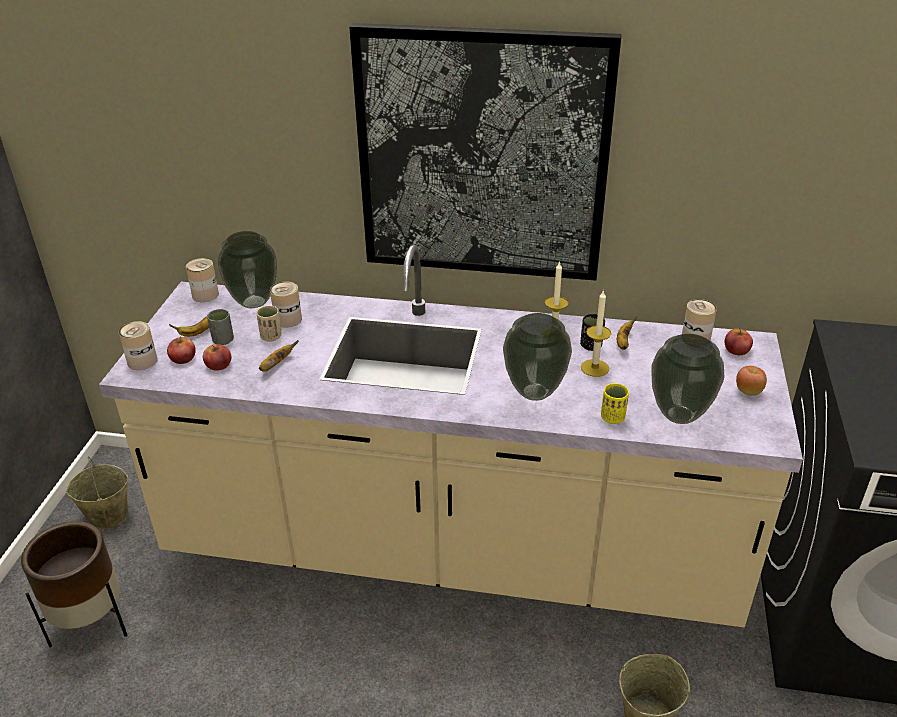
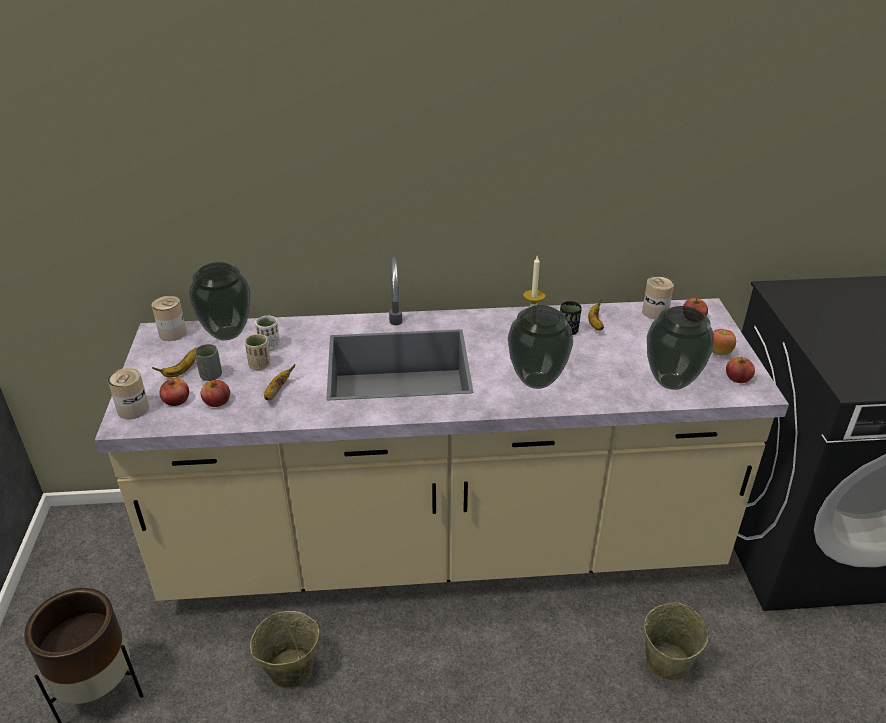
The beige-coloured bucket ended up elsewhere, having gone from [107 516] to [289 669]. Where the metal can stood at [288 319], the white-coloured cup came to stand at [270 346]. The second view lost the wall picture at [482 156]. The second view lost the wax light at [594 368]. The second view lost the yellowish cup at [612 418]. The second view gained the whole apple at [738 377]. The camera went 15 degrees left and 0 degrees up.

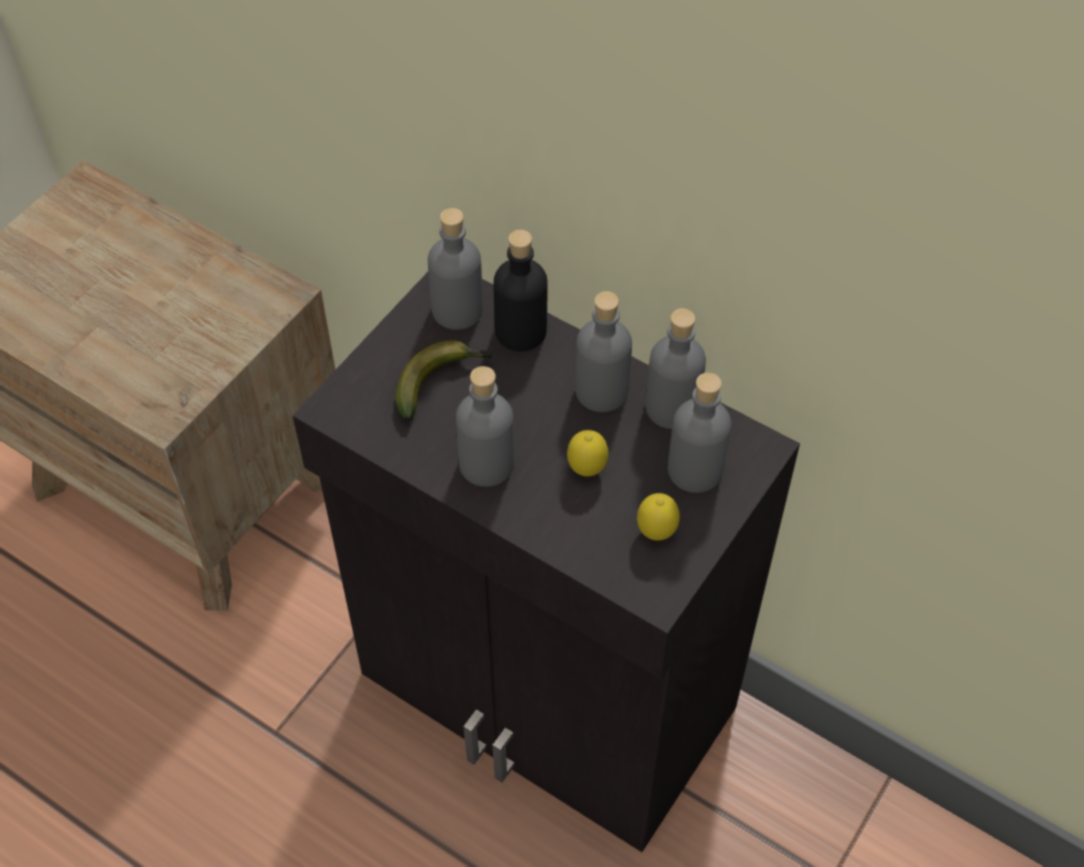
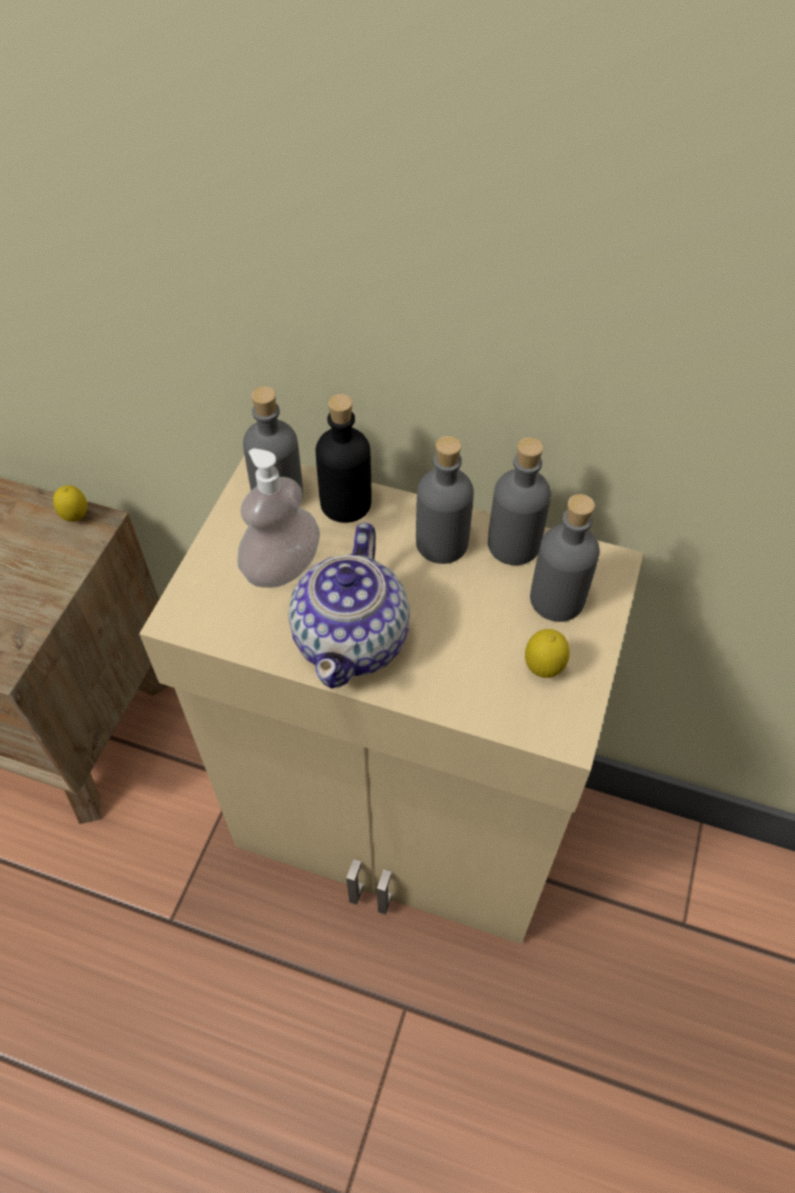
What was the black storage cabinet at [546 696] turned into the beige-coloured storage cabinet at [400 826]. Where the banana stood at [441 382], the liquid soap bottle came to stand at [282 567]. Where the greyish beverage bottle stood at [486 464], the teapot came to stand at [353 639]. The whole lemon ended up elsewhere, having gone from [587 470] to [76 518]. The camera went 15 degrees left and 0 degrees up.

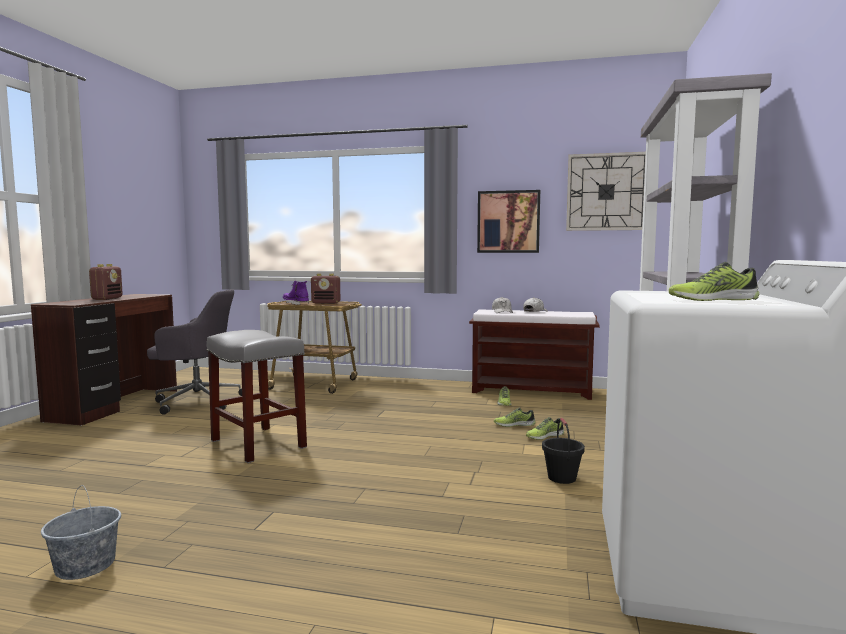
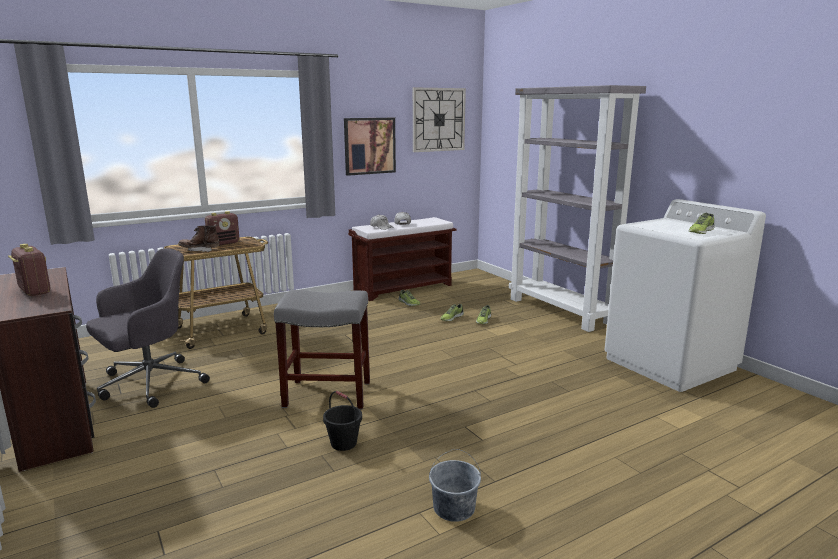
What was the purple high-top boot at [295 304] turned into the brownish high-top boot at [200 250]. The black bucket ended up elsewhere, having gone from [562 478] to [344 443]. The camera went 45 degrees left and 10 degrees up.

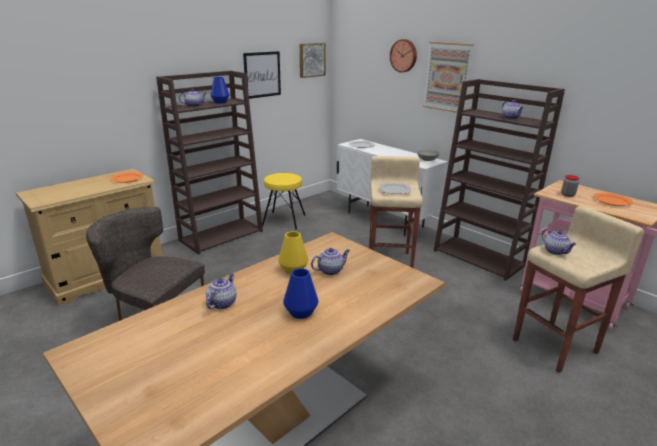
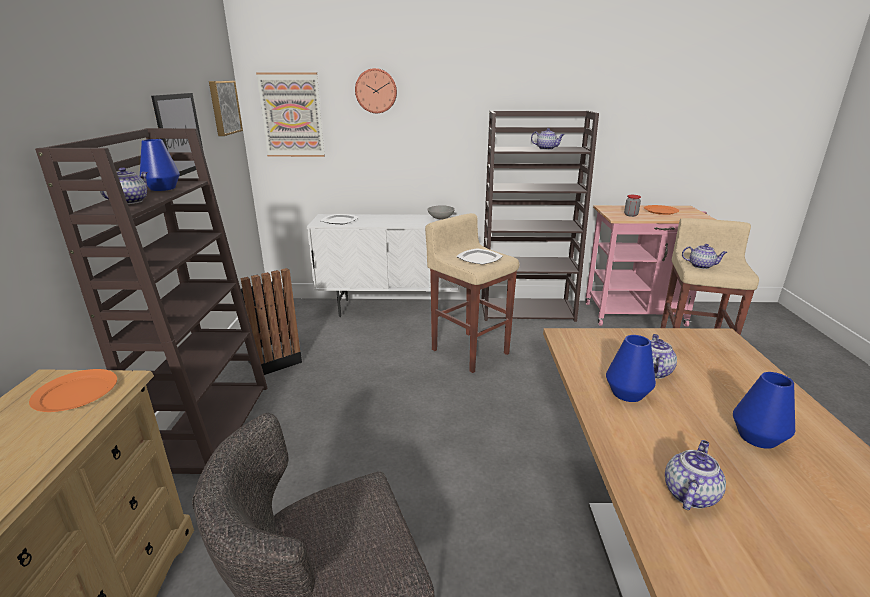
The teapot at [222 303] ended up facing another way, 60 degrees clockwise from before. Where the yellowish stool seat stood at [283 220], the black waste bin came to stand at [273 360]. What was the yellowish vase at [293 269] turned into the blue vase at [627 393]. The wall picture ended up elsewhere, having gone from [447 77] to [292 115]. The camera went 45 degrees left and 0 degrees up.

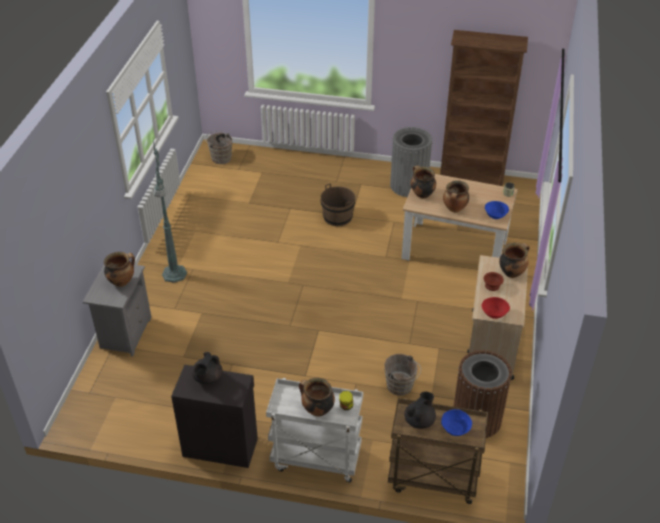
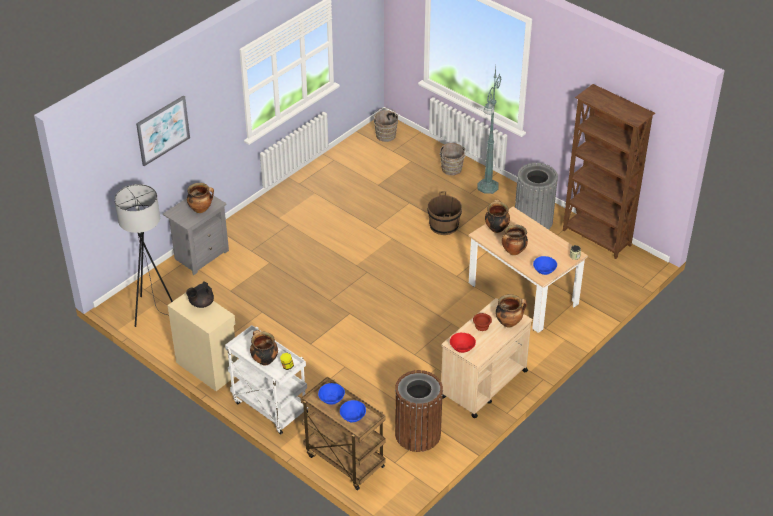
The greenish standard lamp ended up elsewhere, having gone from [174 275] to [487 187]. What was the black storage cabinet at [220 446] turned into the beige-coloured storage cabinet at [207 367]. The brownish bucket ended up elsewhere, having gone from [401 387] to [452 170]. Where the black teapot stood at [419 420], the blue deep dish came to stand at [331 399]. The second view gained the greyish standard lamp at [155 311]. The second view gained the wall picture at [163 130]. The camera went 30 degrees right and 0 degrees up.

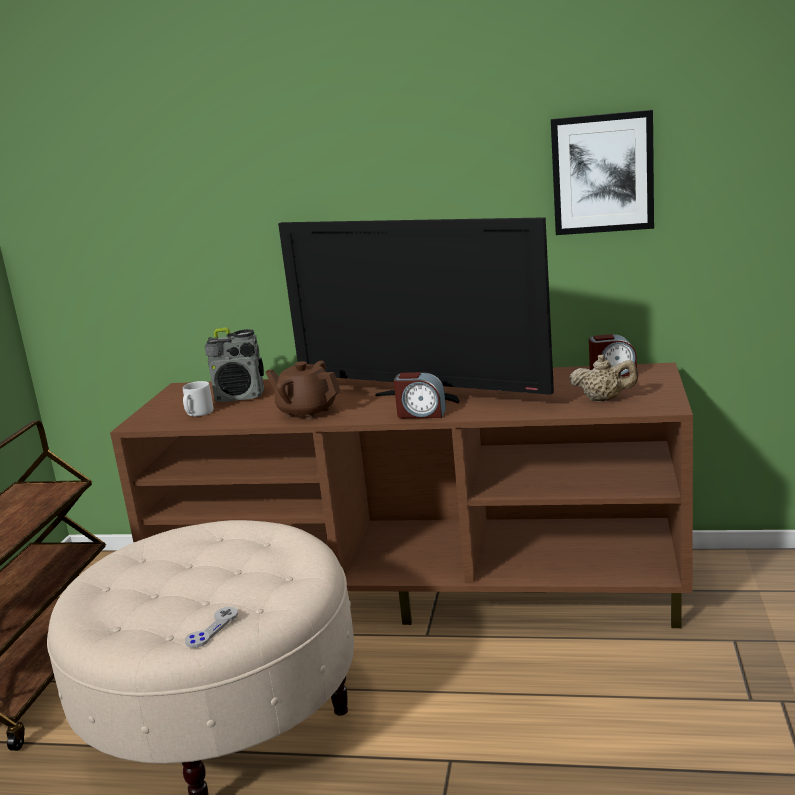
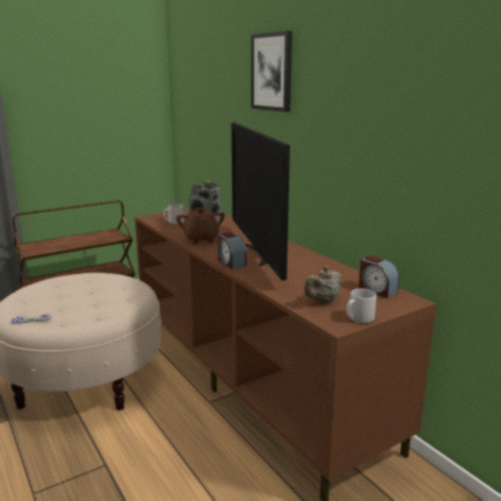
The wall picture ended up elsewhere, having gone from [602 173] to [272 72]. The beige-coloured teapot at [604 399] ended up facing another way, 75 degrees clockwise from before. The second view gained the greyish tea mug at [358 318]. The camera went 45 degrees right and 0 degrees up.

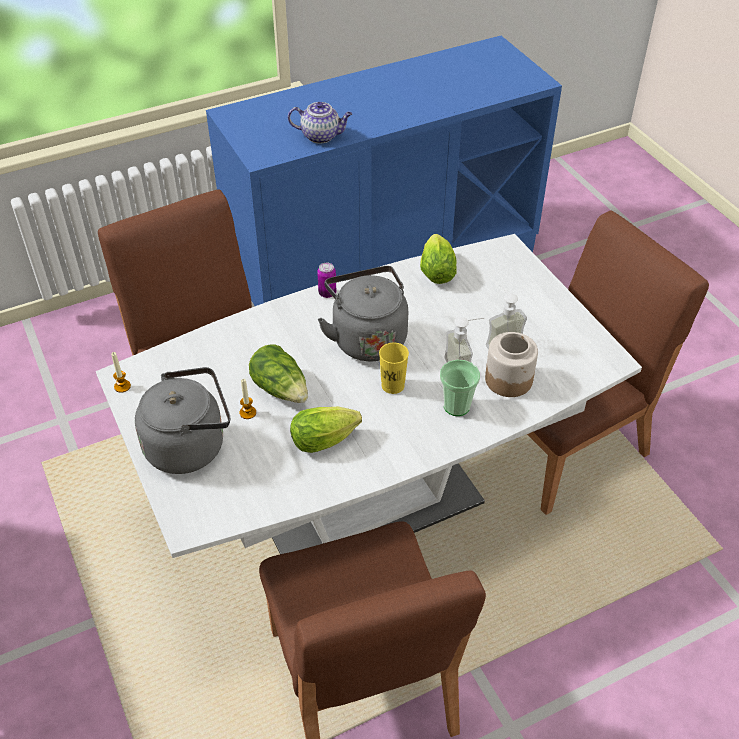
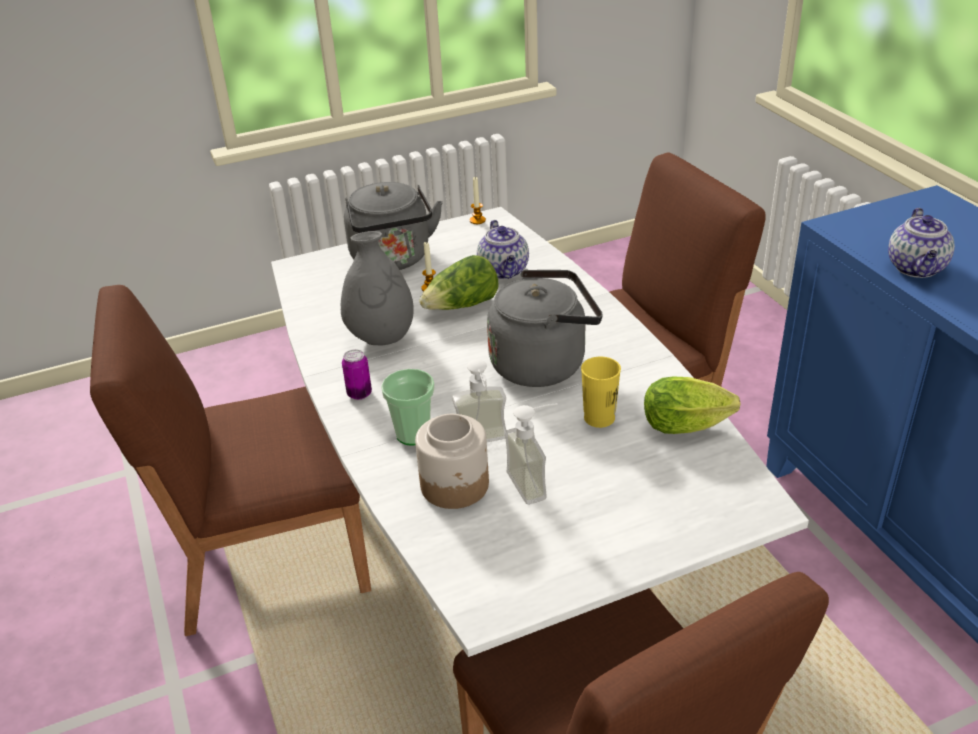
Where the lettuce stood at [327 439], the greyish vase came to stand at [381 338]. The metal can ended up elsewhere, having gone from [327 293] to [359 394]. The yellowish cup ended up elsewhere, having gone from [393 385] to [599 418]. The second view gained the teapot at [504 271]. The camera went 95 degrees right and 10 degrees down.

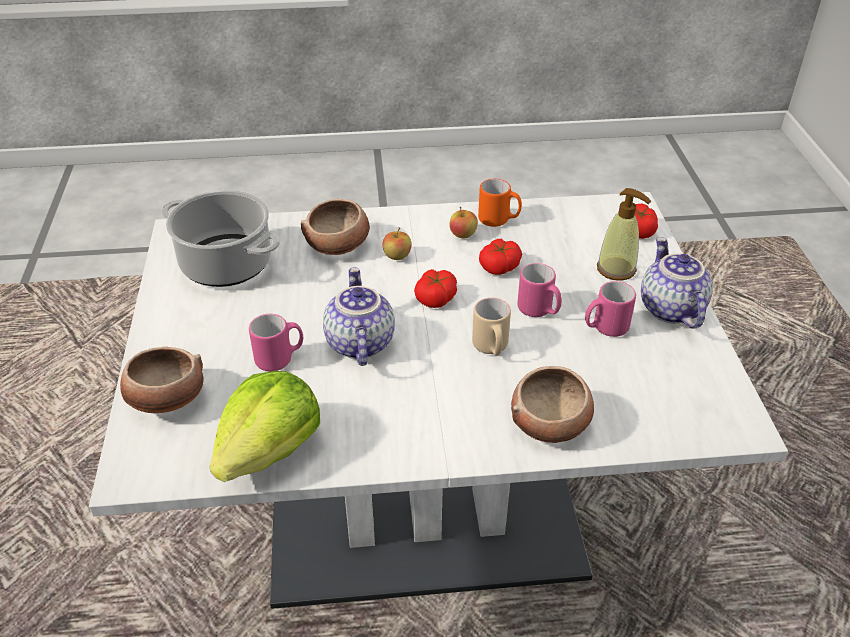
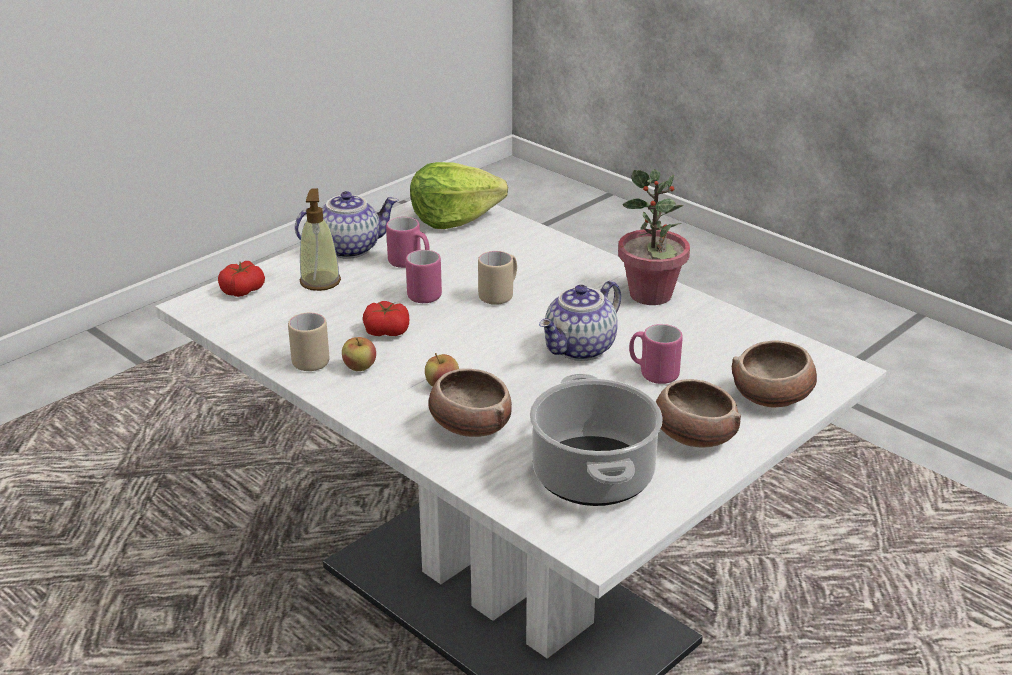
The lettuce ended up elsewhere, having gone from [270 449] to [454 218]. The second view lost the whole tomato at [436 298]. What was the orange-coloured tea mug at [499 220] turned into the beige-coloured tea mug at [308 359]. The deep dish ended up elsewhere, having gone from [550 423] to [692 437]. The teapot at [669 309] ended up facing another way, 150 degrees counterclockwise from before. The second view gained the houseplant at [651 295]. The camera went 130 degrees left and 10 degrees down.

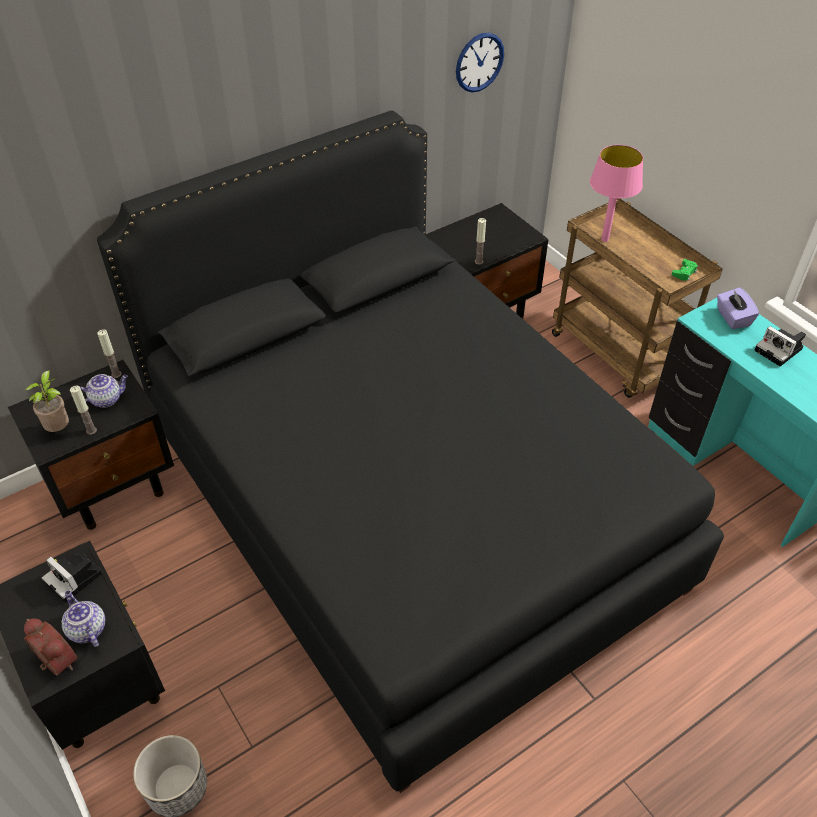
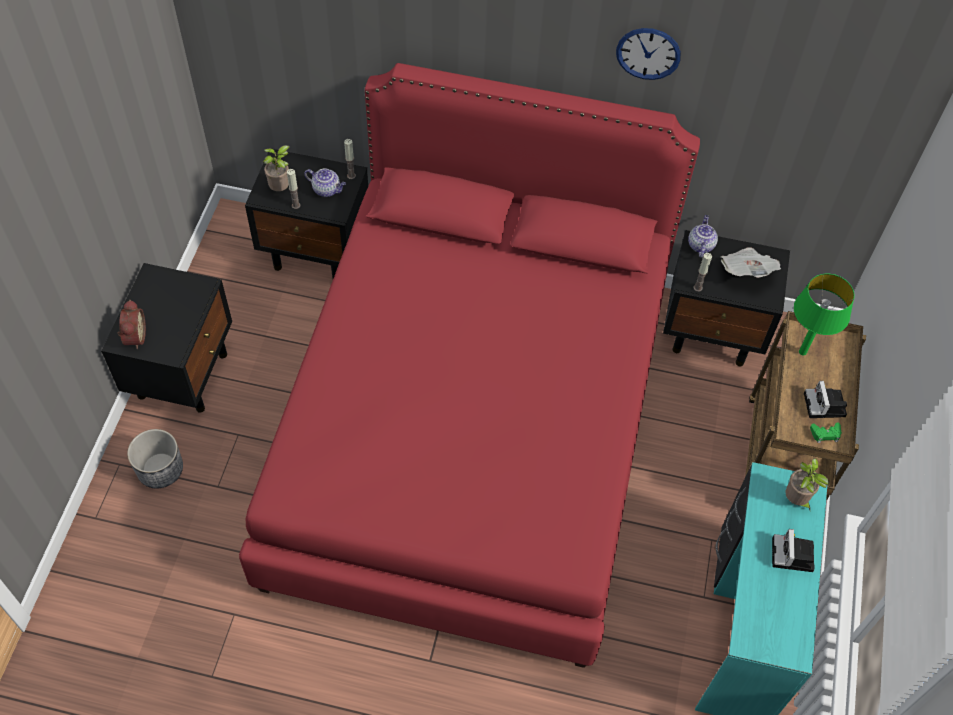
The still camera ended up elsewhere, having gone from [75 578] to [825 406]. The teapot ended up elsewhere, having gone from [87 629] to [700 245]. What was the black bedroom bed at [407 507] turned into the red-coloured bedroom bed at [472 430]. The wall clock ended up elsewhere, having gone from [479 62] to [648 53]. What was the pink lamp for a table at [605 239] turned into the greenish lamp for a table at [803 352]. Where the purple tissue holder stood at [732 318], the houseplant came to stand at [796 500]. The second view gained the printed paper at [746 272]. The camera went 45 degrees right and 10 degrees up.

